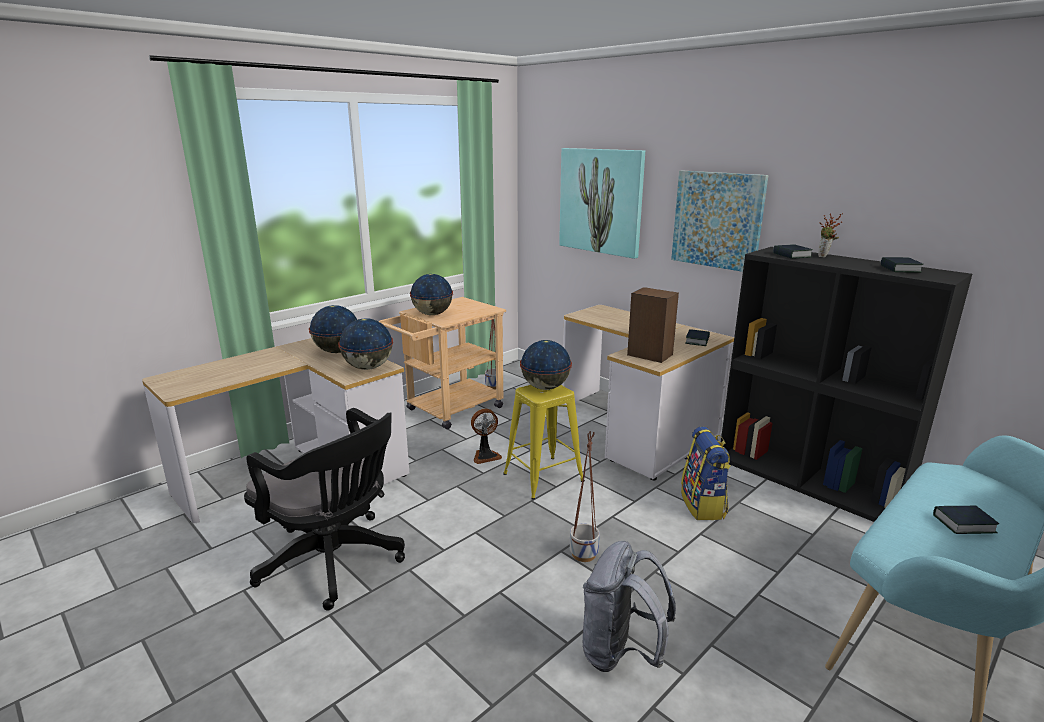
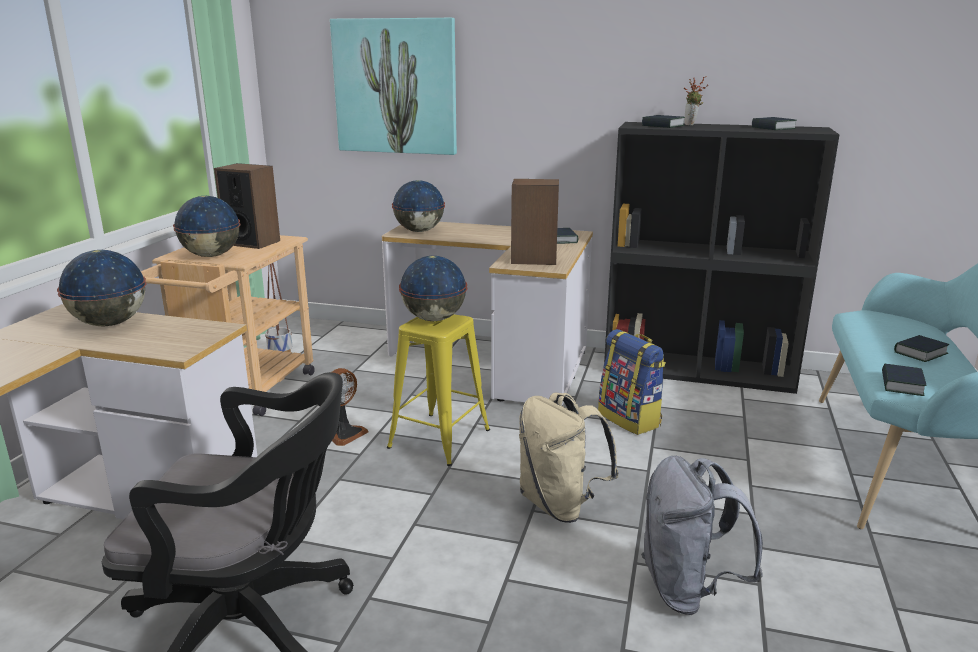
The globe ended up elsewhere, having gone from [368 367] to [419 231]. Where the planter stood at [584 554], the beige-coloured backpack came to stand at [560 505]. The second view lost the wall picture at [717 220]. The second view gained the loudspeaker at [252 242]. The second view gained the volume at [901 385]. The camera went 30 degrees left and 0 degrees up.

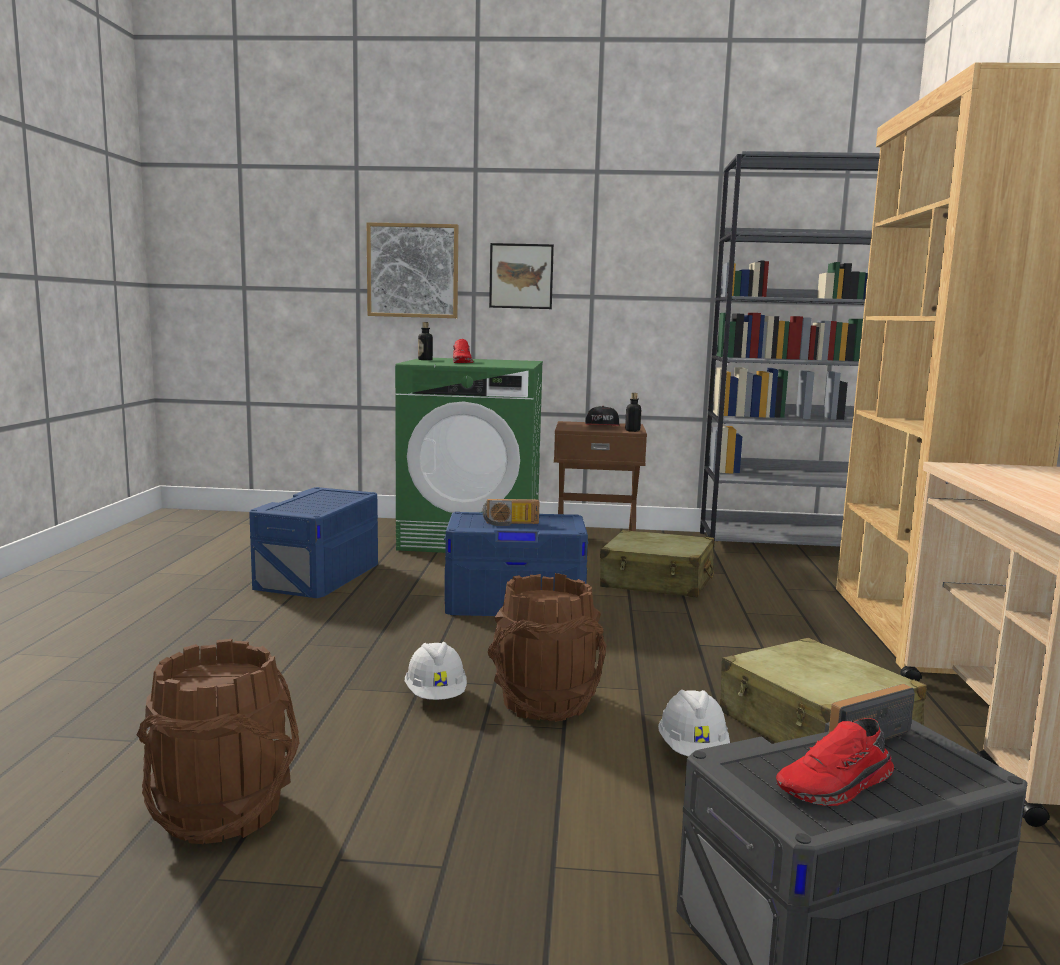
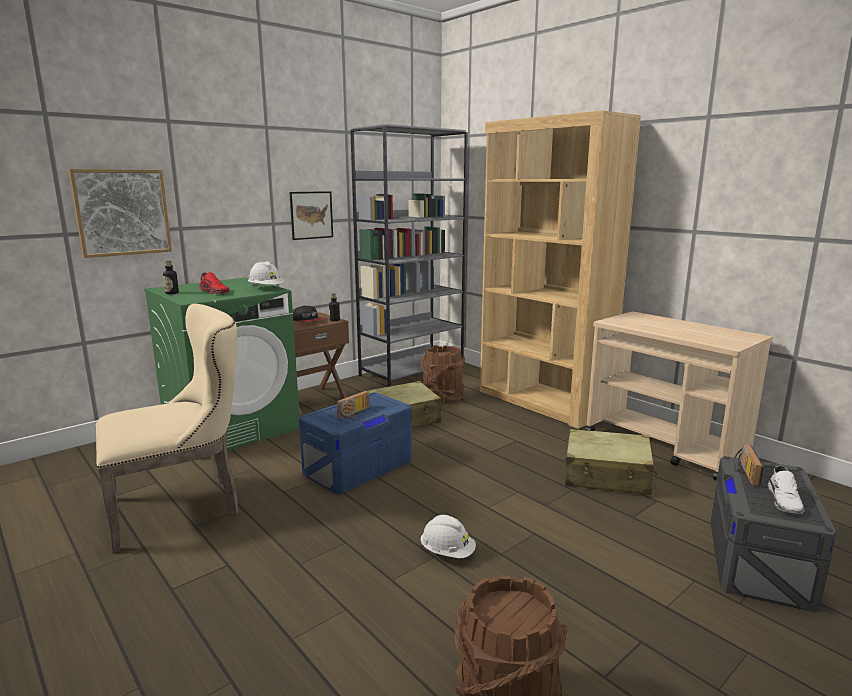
Where the blue storage container stood at [318 575], the beige-coloured chair came to stand at [183 506]. The brownish bucket ended up elsewhere, having gone from [546 703] to [443 397]. The wall picture ended up elsewhere, having gone from [521 276] to [311 215]. The white-coloured hard hat ended up elsewhere, having gone from [693 750] to [266 289]. What was the red-coloured shoe at [837 786] turned into the white-coloured shoe at [785 501]. The camera went 45 degrees left and 5 degrees up.

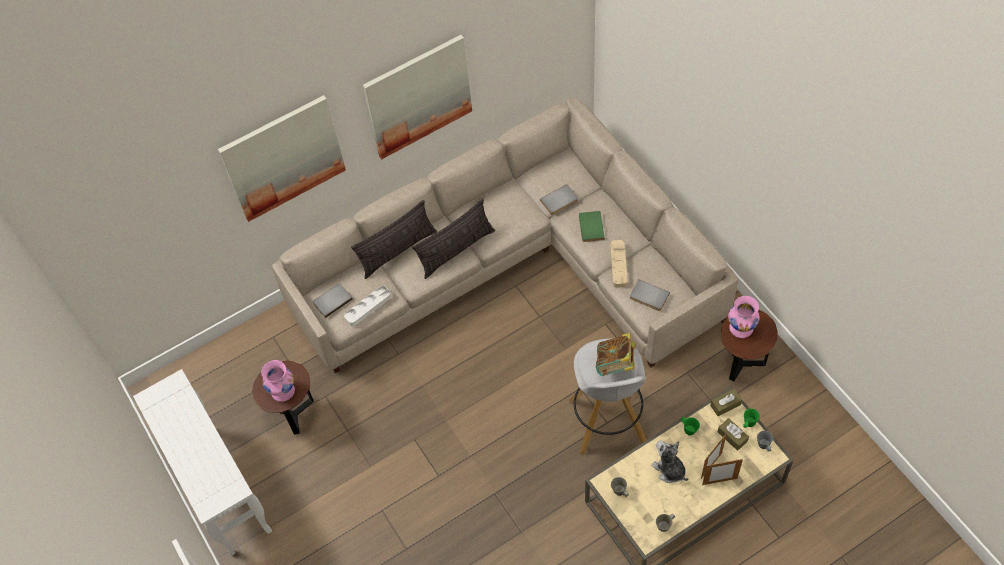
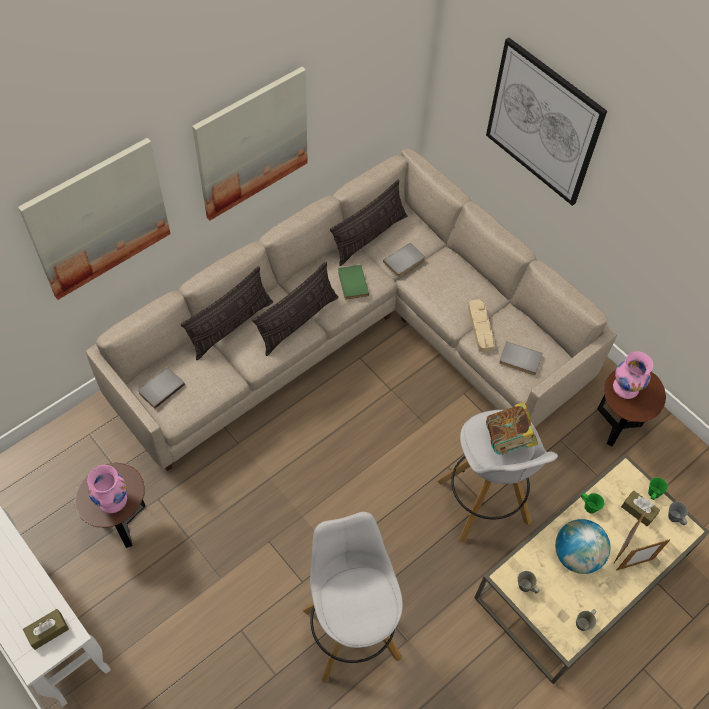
The second view lost the white-coloured serving tray at [368 307]. The greenish volume ended up elsewhere, having gone from [590 227] to [351 283]. Where the soft toy stood at [669 469], the globe came to stand at [576 555]. The brownish tissue holder ended up elsewhere, having gone from [725 405] to [48 631]. The second view gained the white-coloured stool seat at [351 631]. The second view gained the pillow at [369 237]. The second view gained the wall picture at [543 123]. The camera went 15 degrees left and 0 degrees up.

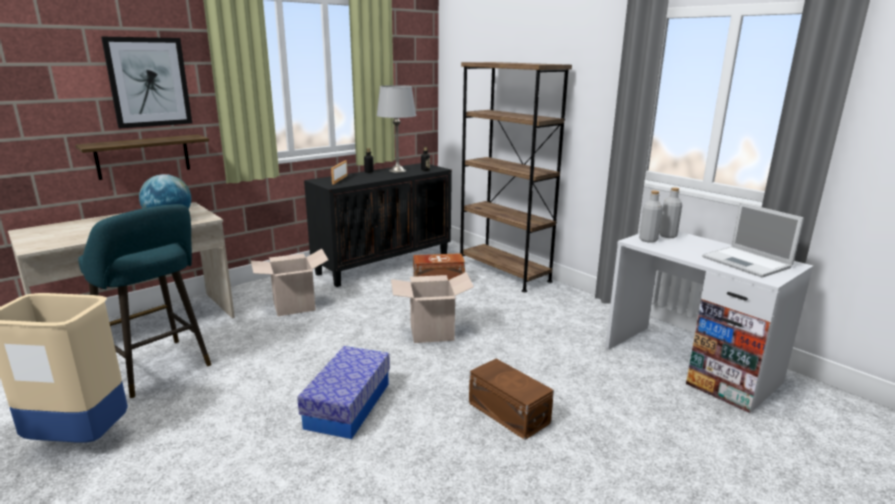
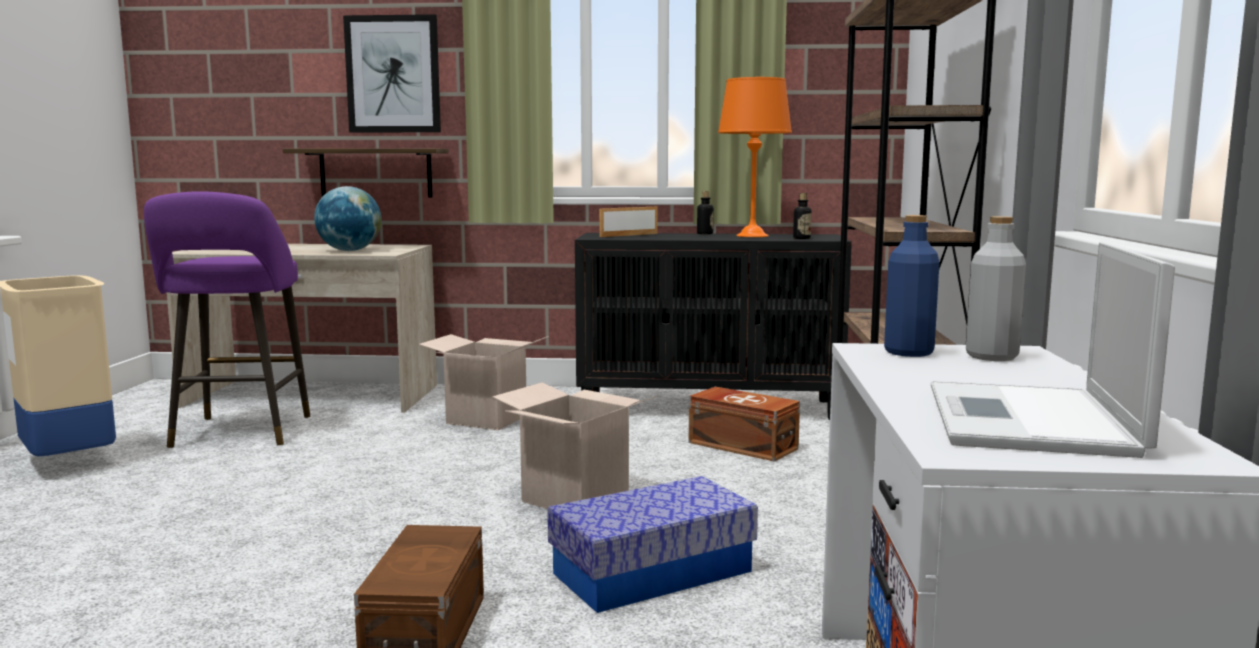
What was the turquoise stool seat at [159 369] turned into the purple stool seat at [239 434]. The storage container ended up elsewhere, having gone from [348 405] to [652 572]. What was the greyish lamp for a table at [397 171] turned into the orange-coloured lamp for a table at [752 236]. What was the greyish beverage bottle at [648 240] turned into the blue beverage bottle at [909 352]. The camera went 45 degrees right and 10 degrees down.

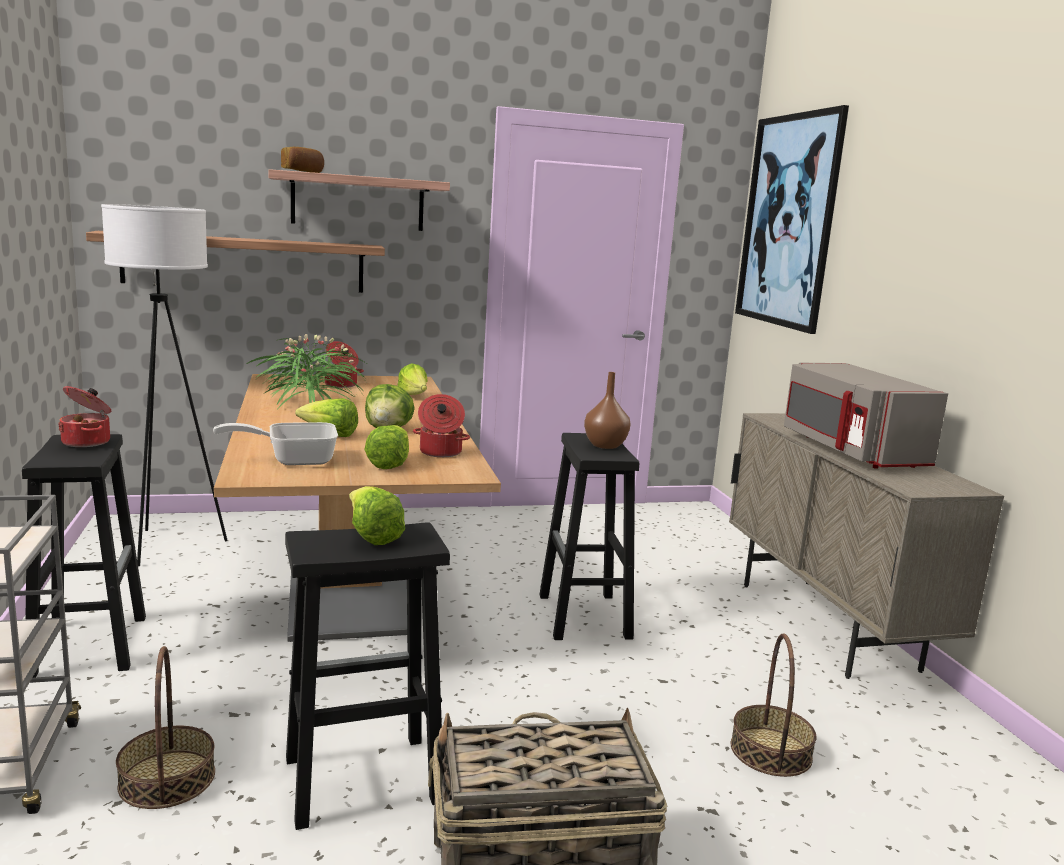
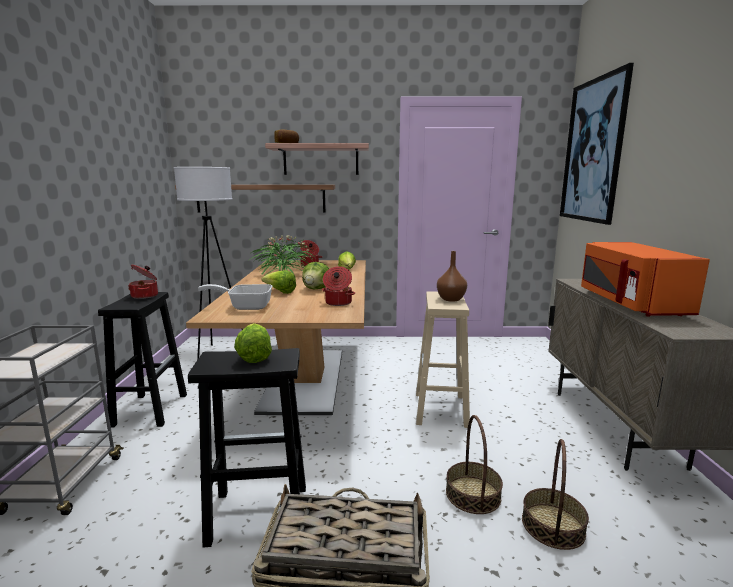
The basket ended up elsewhere, having gone from [167 779] to [472 494]. The second view lost the lettuce at [389 463]. What was the black stool seat at [584 617] turned into the beige-coloured stool seat at [441 410]. What was the greyish microwave at [849 450] turned into the orange-coloured microwave at [629 303]. The camera went 15 degrees right and 0 degrees up.

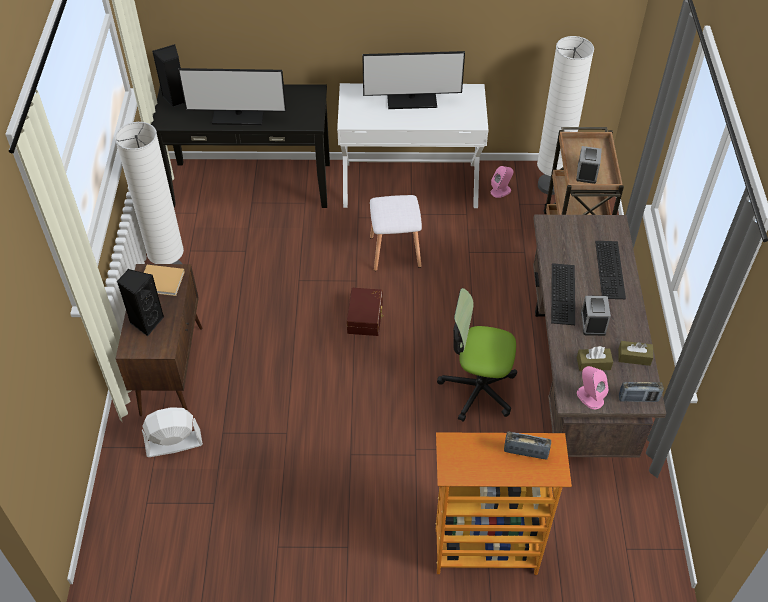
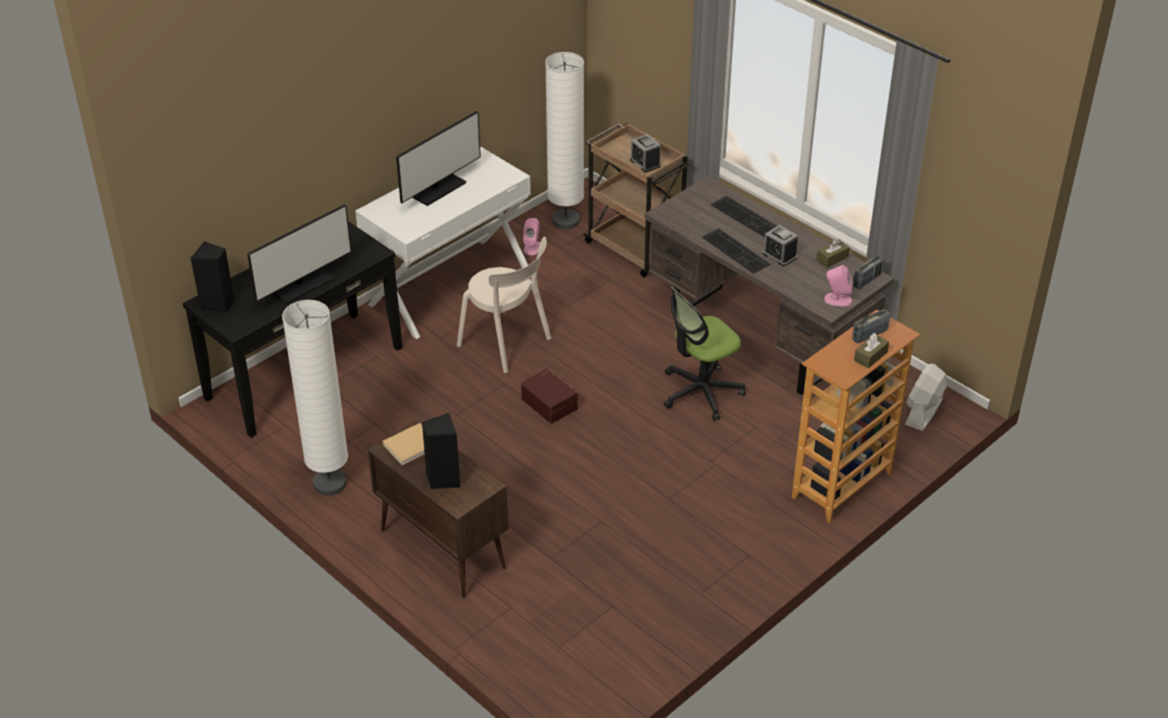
The white-coloured fan ended up elsewhere, having gone from [173 443] to [923 412]. Where the white-coloured stool seat stood at [394 252], the beige-coloured chair came to stand at [507 344]. The brownish tissue holder ended up elsewhere, having gone from [593 363] to [870 356]. The camera went 45 degrees left and 10 degrees down.

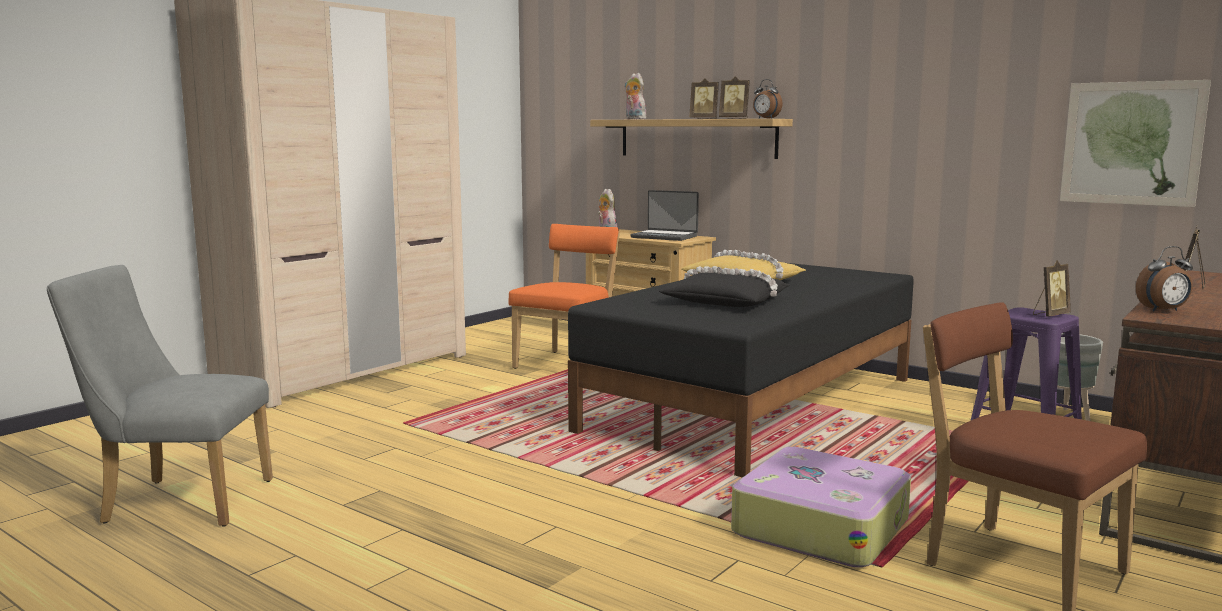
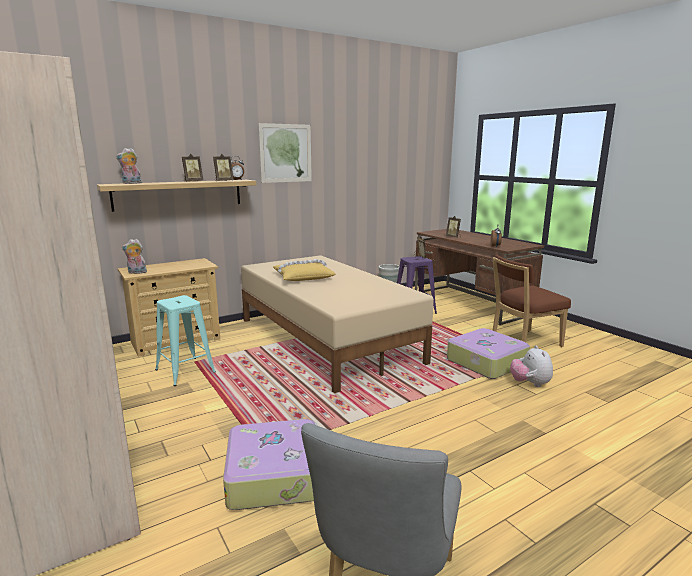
Where the orange-coloured chair stood at [567 363], the turquoise stool seat came to stand at [185 371]. What was the black bedroom bed at [756 404] turned into the beige-coloured bedroom bed at [326 339]. The second view lost the laptop at [665 237]. The second view lost the black pillow at [726 301]. The wall picture ended up elsewhere, having gone from [1131 143] to [285 153]. The second view gained the piece of luggage at [276 475]. The second view gained the soft toy at [530 384]. The camera went 70 degrees left and 5 degrees up.

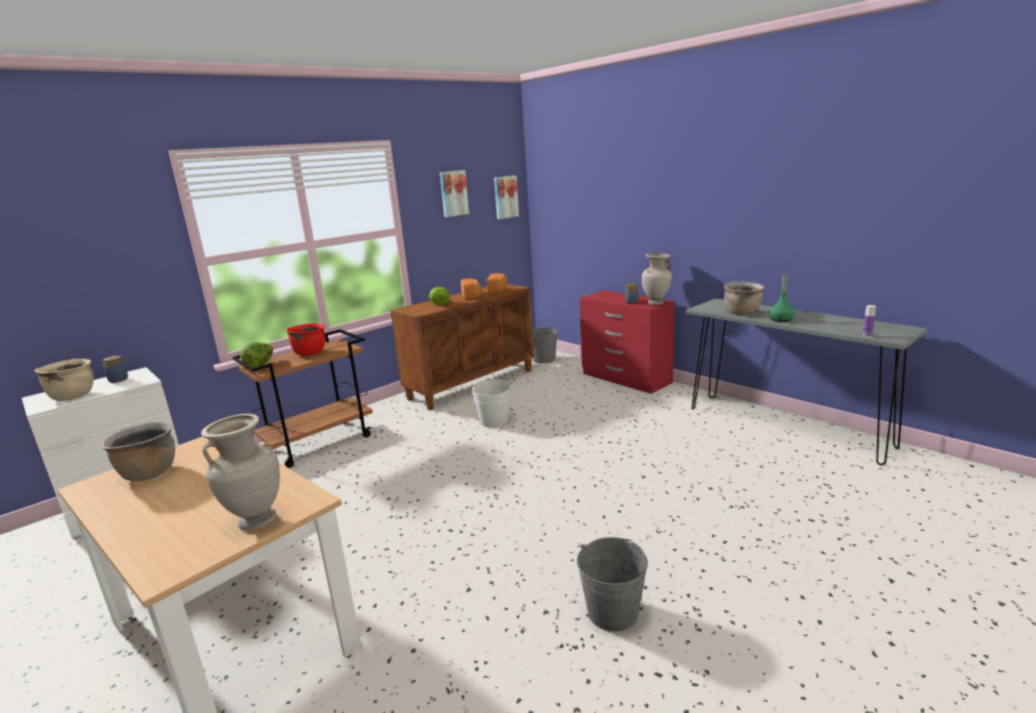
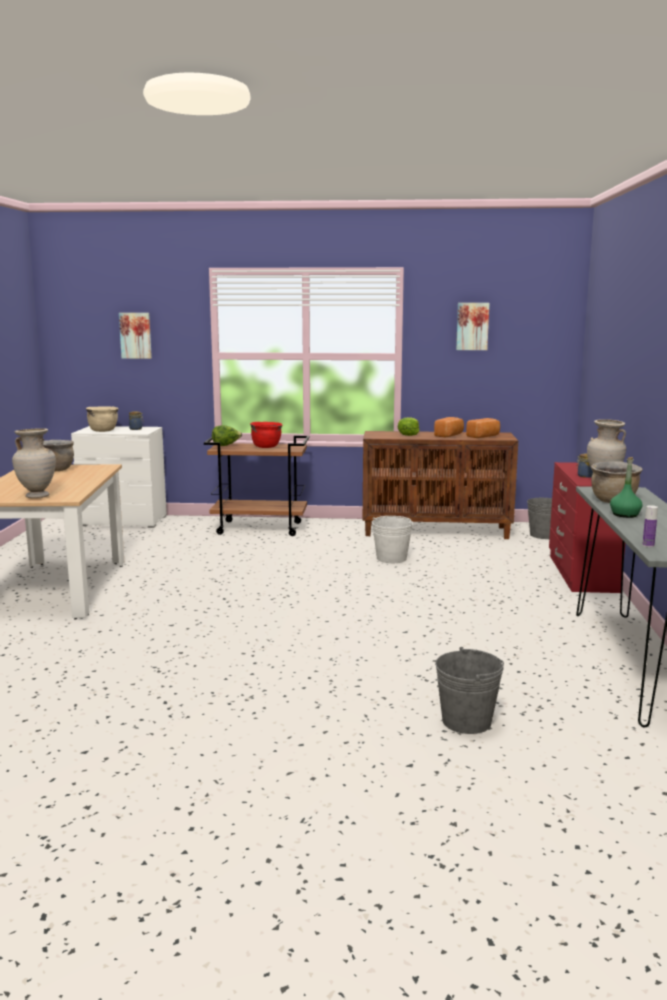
The wall picture ended up elsewhere, having gone from [505 197] to [135 335]. The greyish bucket ended up elsewhere, having gone from [613 612] to [466 721]. The camera went 45 degrees right and 5 degrees down.

